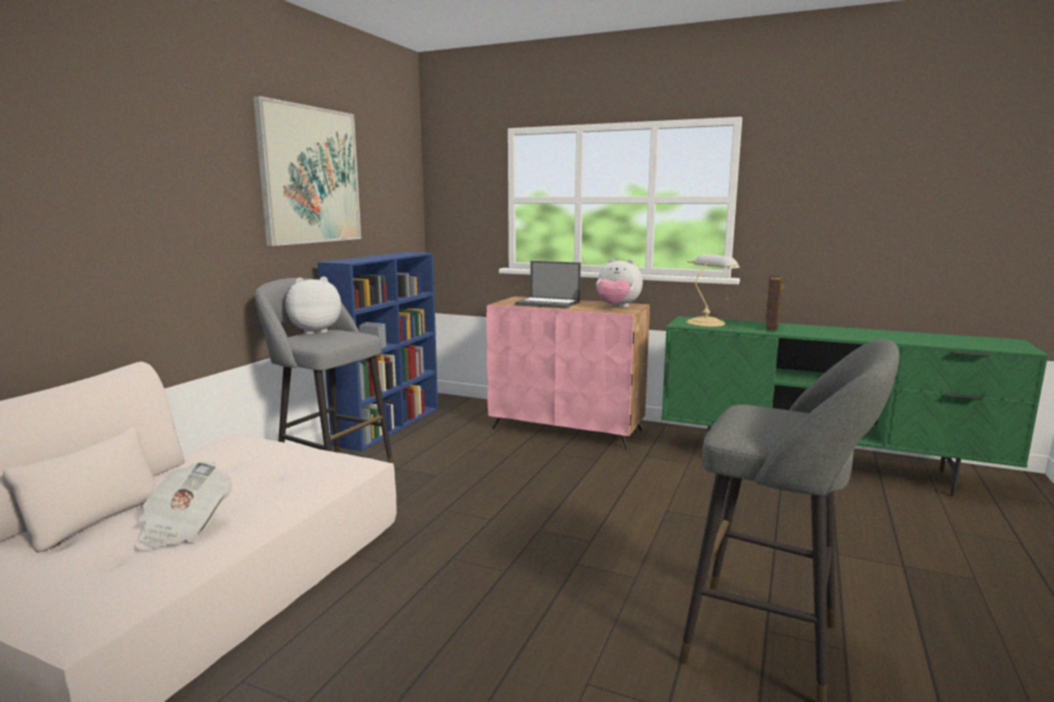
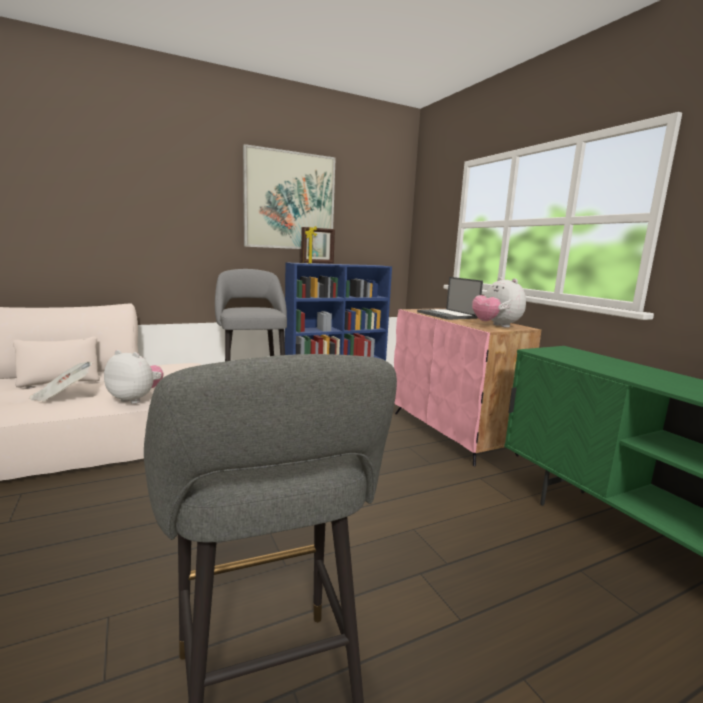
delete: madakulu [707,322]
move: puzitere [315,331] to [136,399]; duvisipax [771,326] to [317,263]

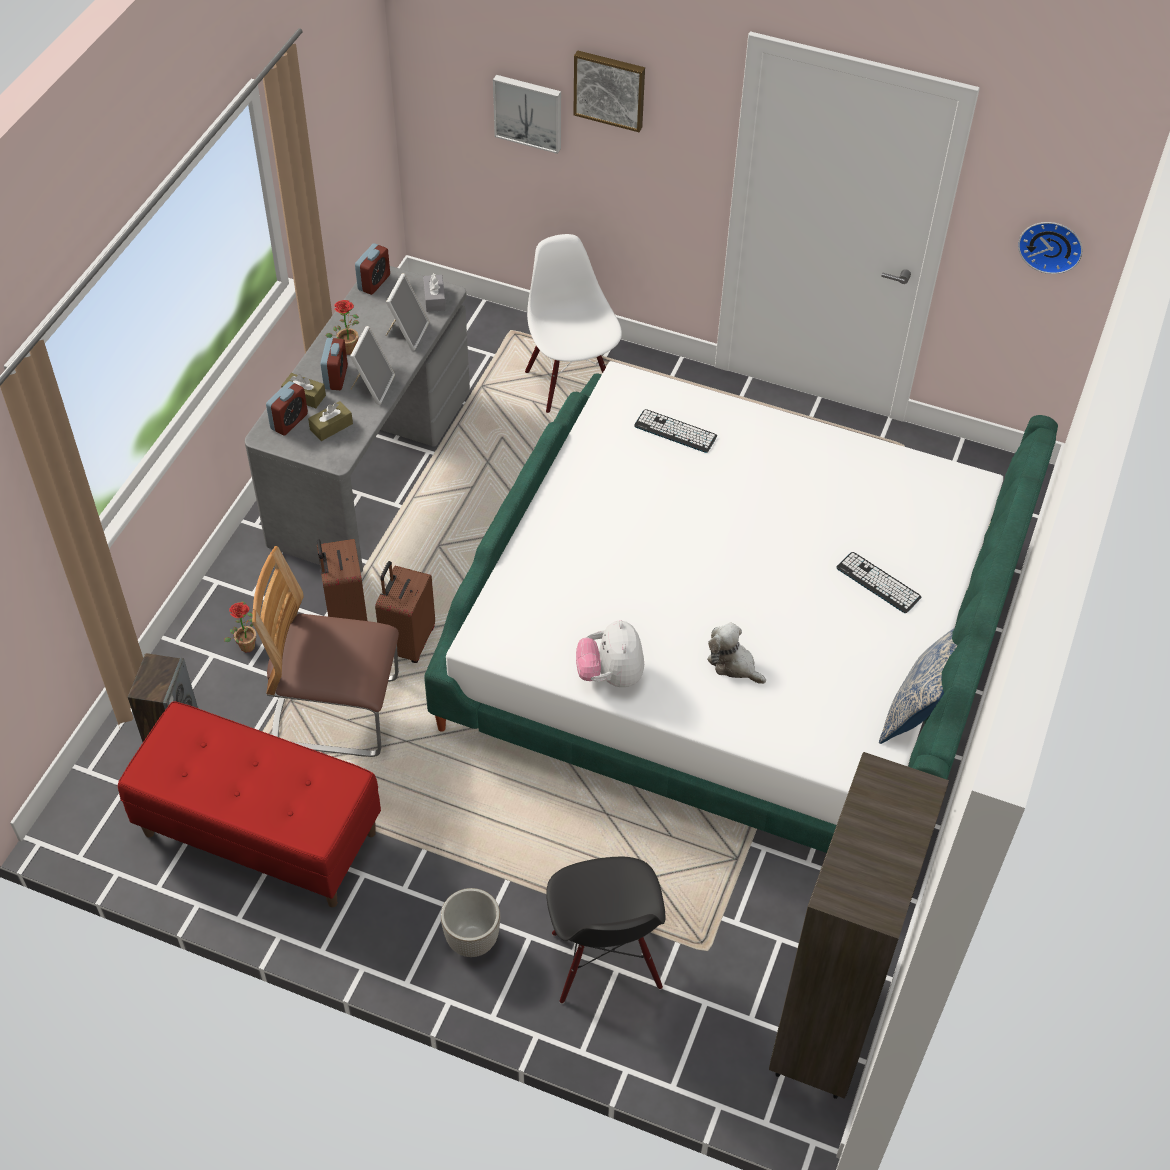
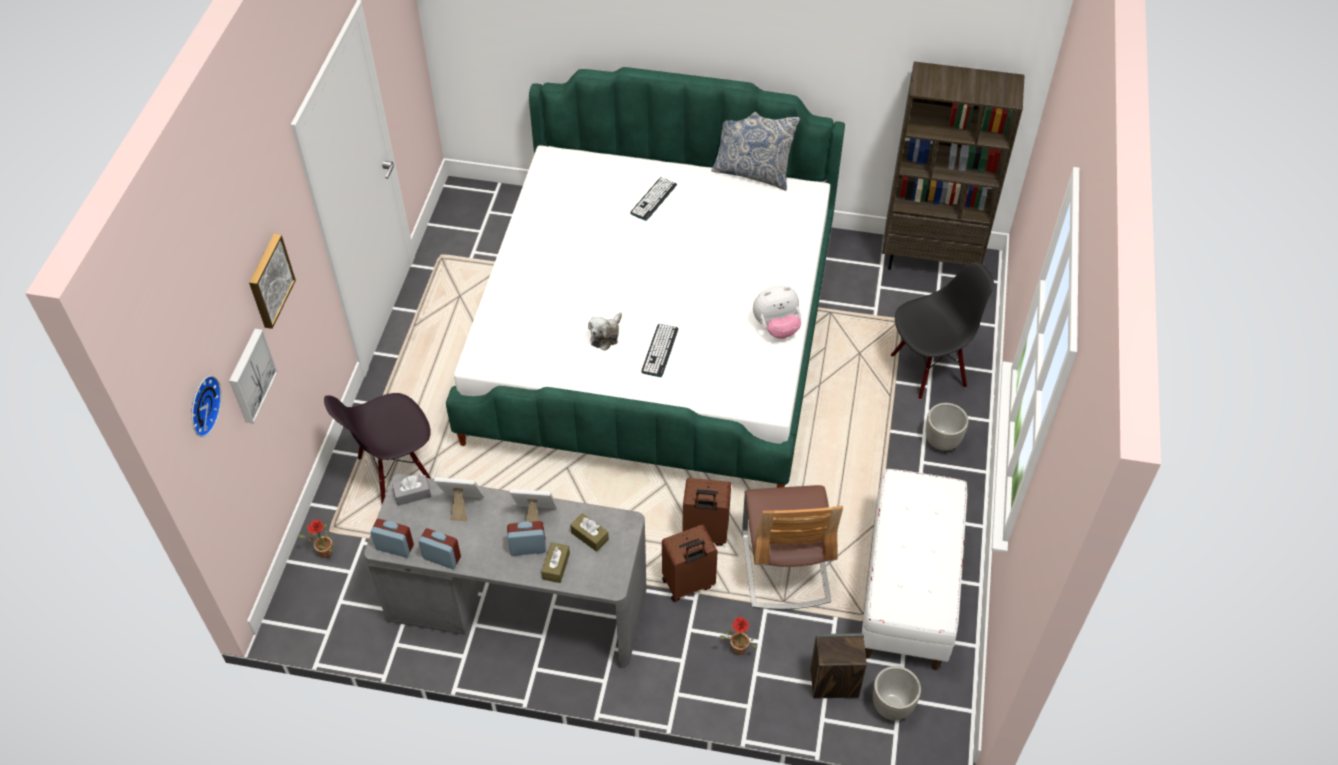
insert: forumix [891,707]
move: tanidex [289,421] to [442,558]; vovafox [348,347] to [323,553]; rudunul [675,431] to [660,350]; puzitere [733,664] to [606,335]; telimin [1051,244] to [201,405]
recolor: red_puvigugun [259,834] to white_puvigugun [908,590]; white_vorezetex [571,383] to black_vorezetex [395,473]

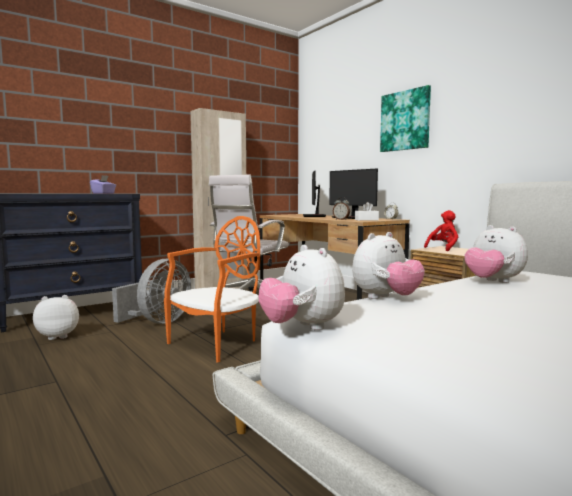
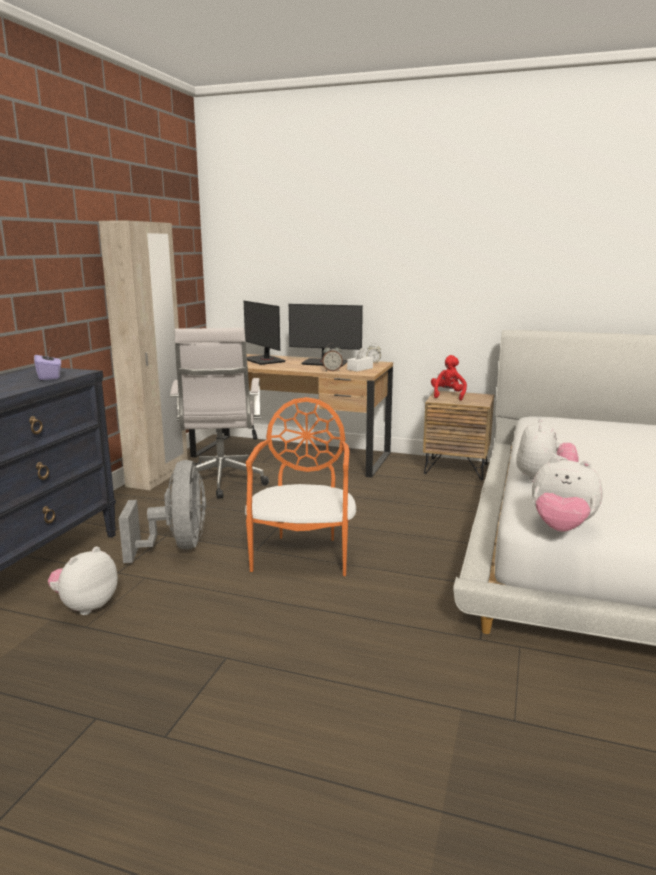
delete: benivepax [405,120]; puzitere [493,282]

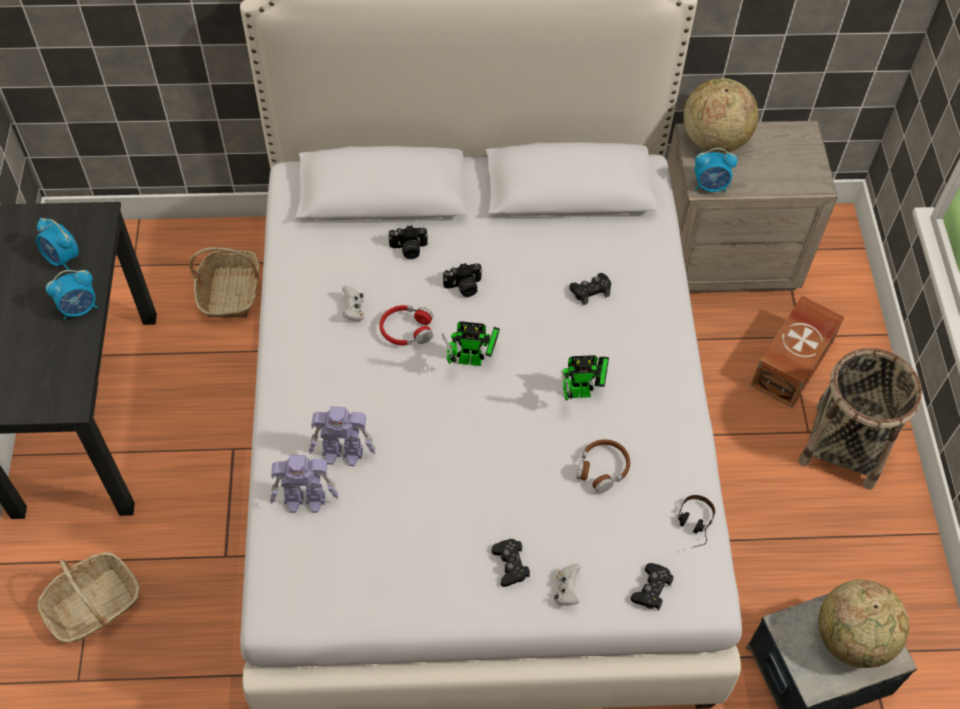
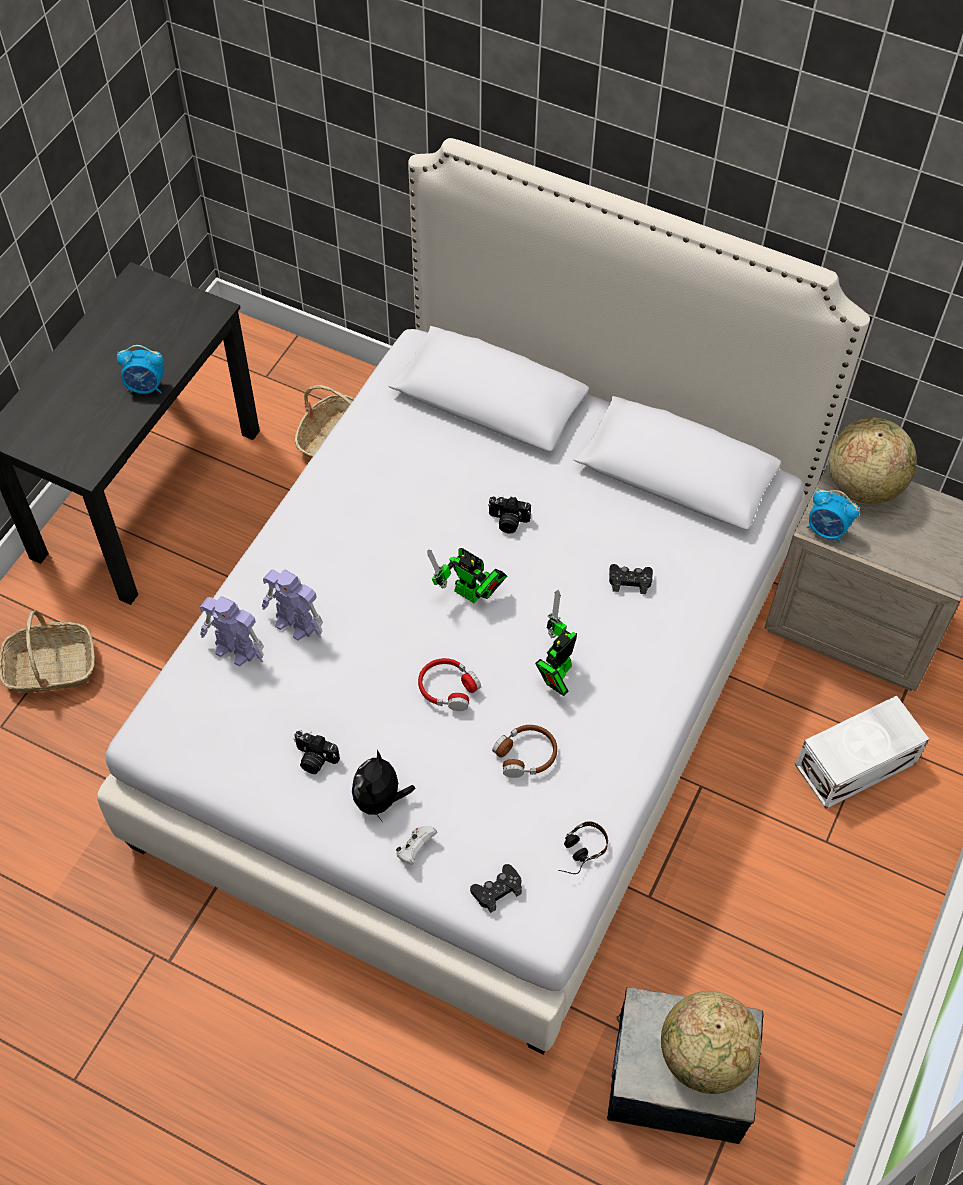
delete: tanidex [62,258]; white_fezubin [353,310]; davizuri [844,446]
move: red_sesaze [406,330] to [448,688]; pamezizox [408,249] to [314,759]
replace: black_fezubin [510,565] to puzitere [380,800]
recolor: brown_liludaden [793,363] to white_liludaden [857,765]
rotate: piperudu [583,392] = [556,674] 105 degrees clockwise

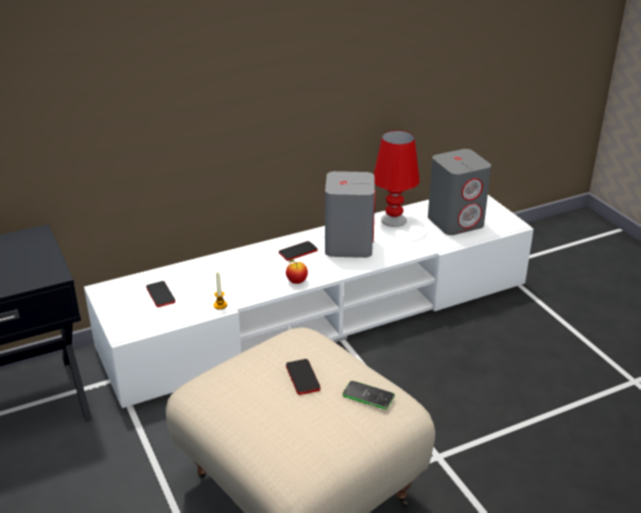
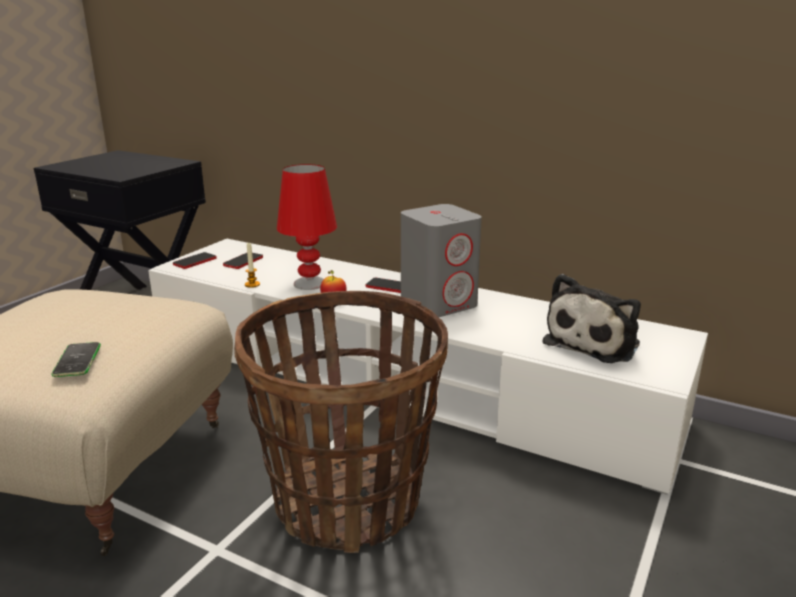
insert: davizuri [348,501]
move: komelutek [302,377] to [195,261]; red_madakulu [394,220] to [310,284]
replace: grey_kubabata [456,222] to puzitere [595,342]

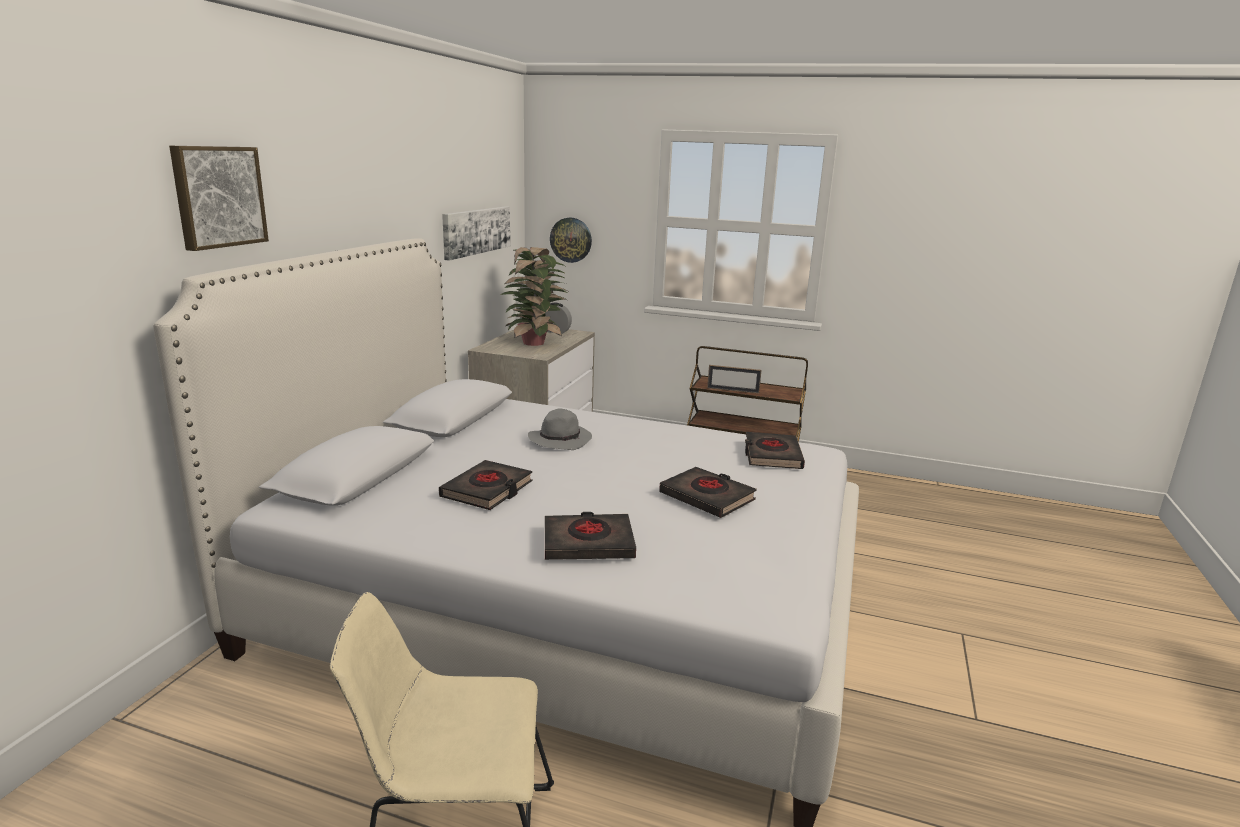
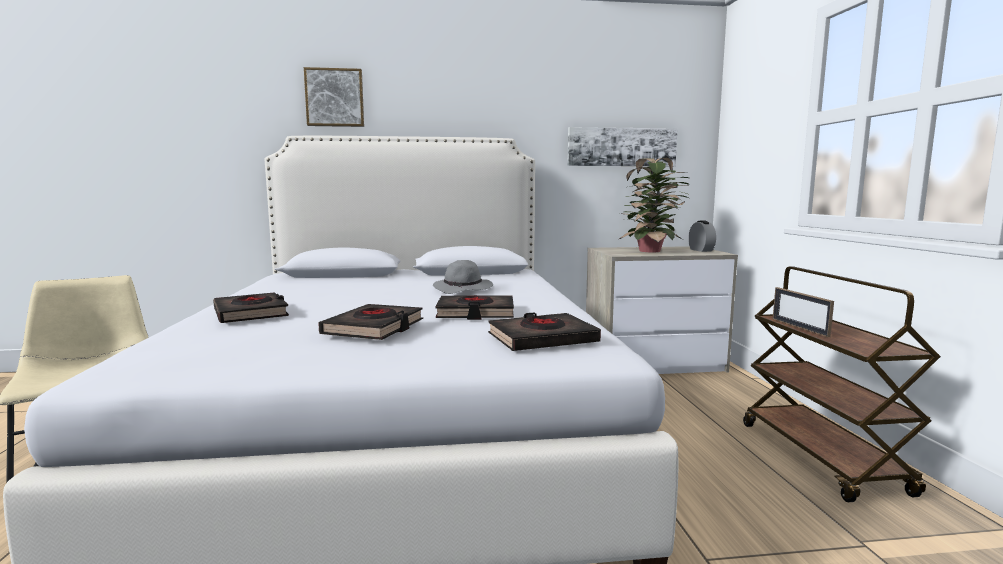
delete: telimin [571,240]
move: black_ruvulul [487,490] to [475,313]

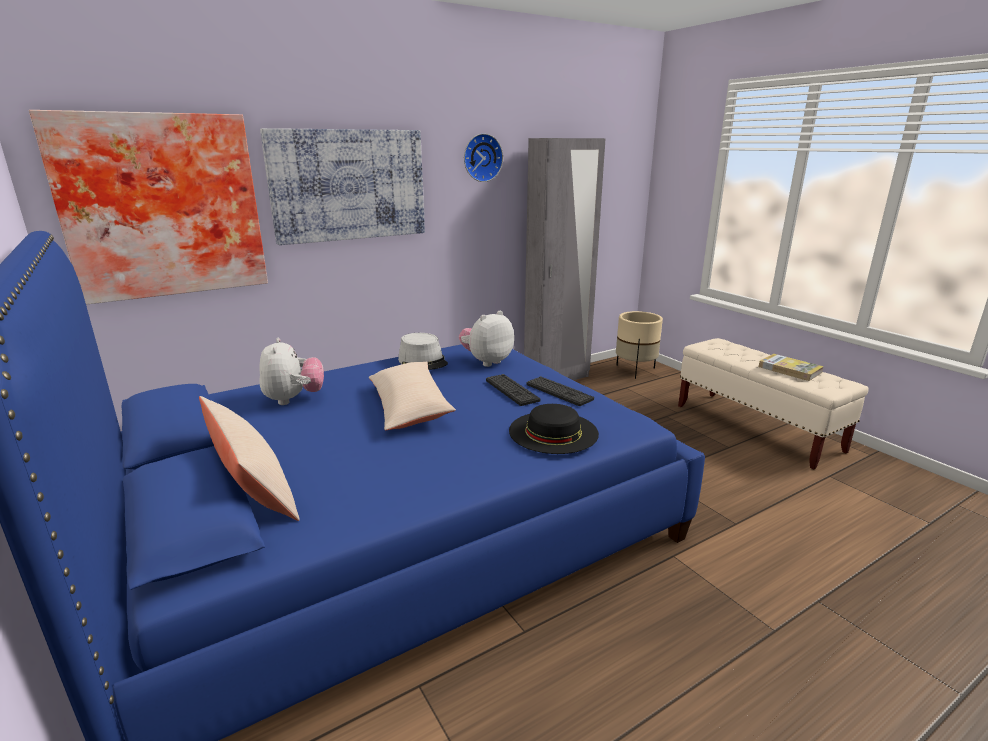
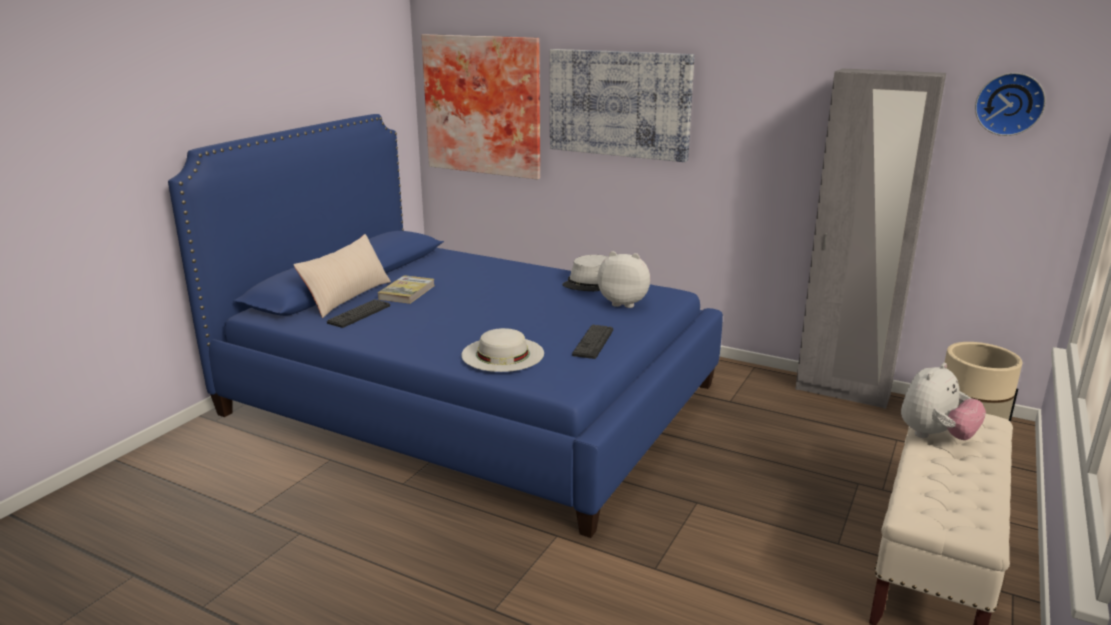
delete: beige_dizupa [409,406]
move: puzitere [294,399] to [935,436]; telimin [481,158] to [1009,104]; rudunul [512,390] to [359,314]; ruvulul [789,369] to [407,292]
recolor: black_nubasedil [553,432] to white_nubasedil [503,354]

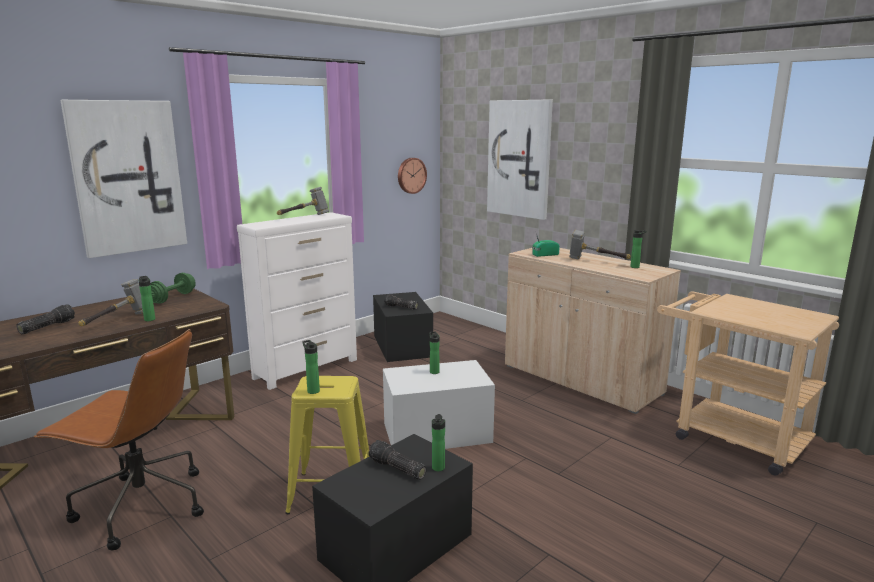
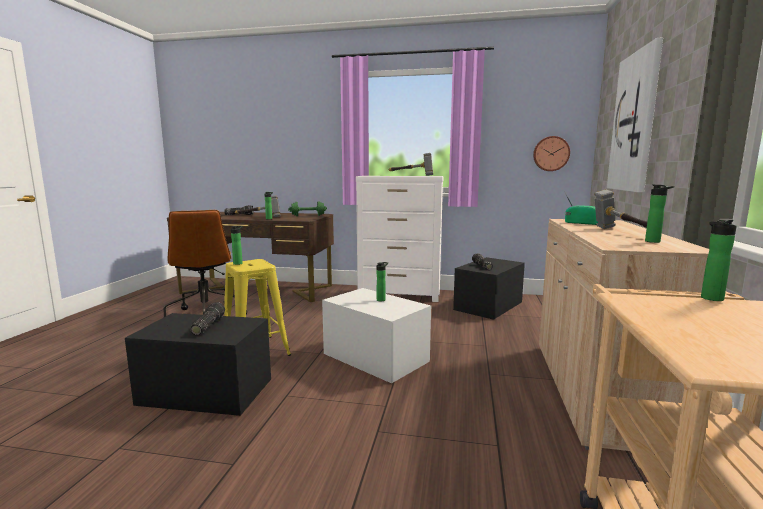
delete: benivepax [127,177]
move: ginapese [438,469] to [710,299]

